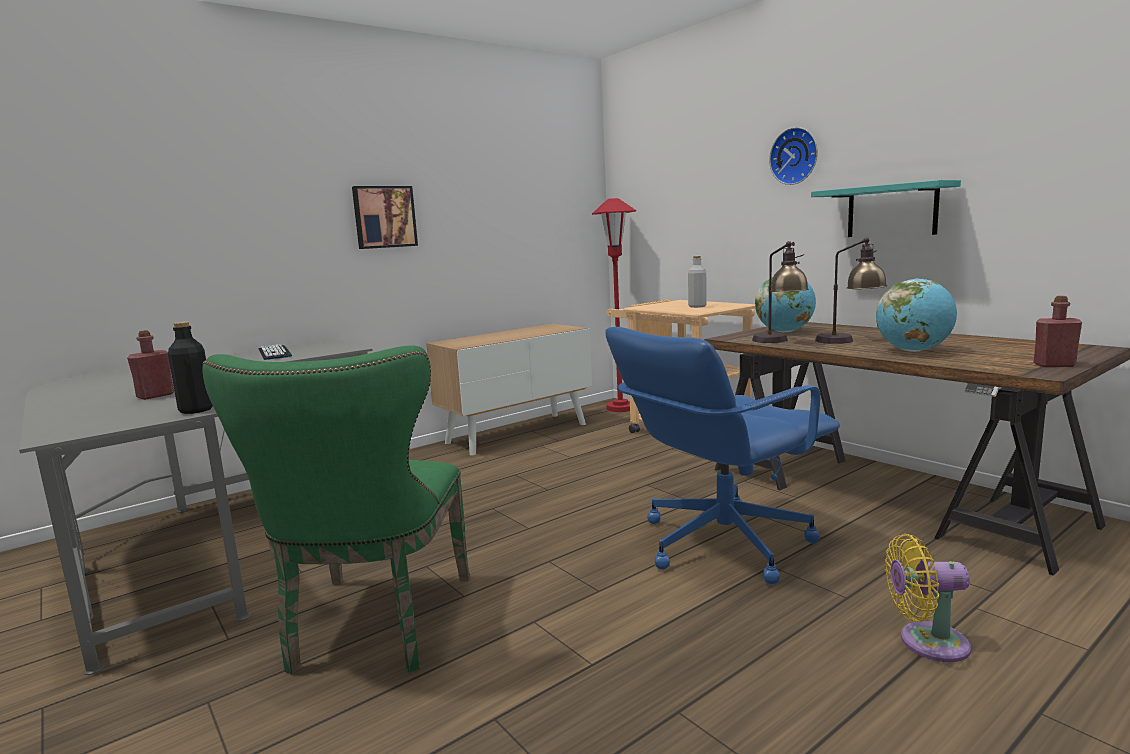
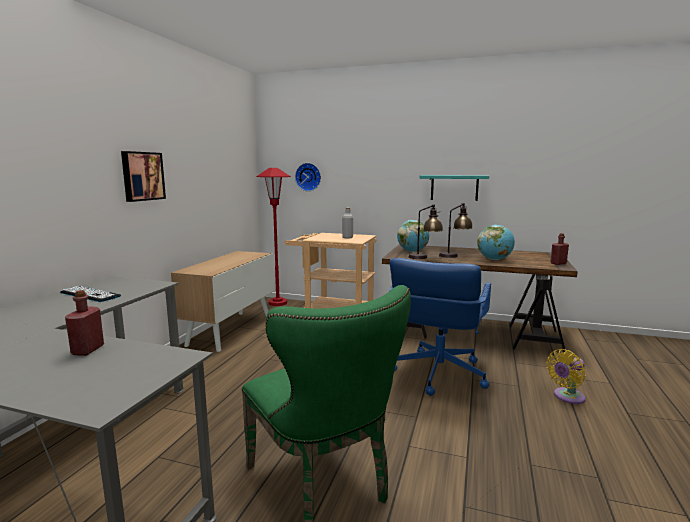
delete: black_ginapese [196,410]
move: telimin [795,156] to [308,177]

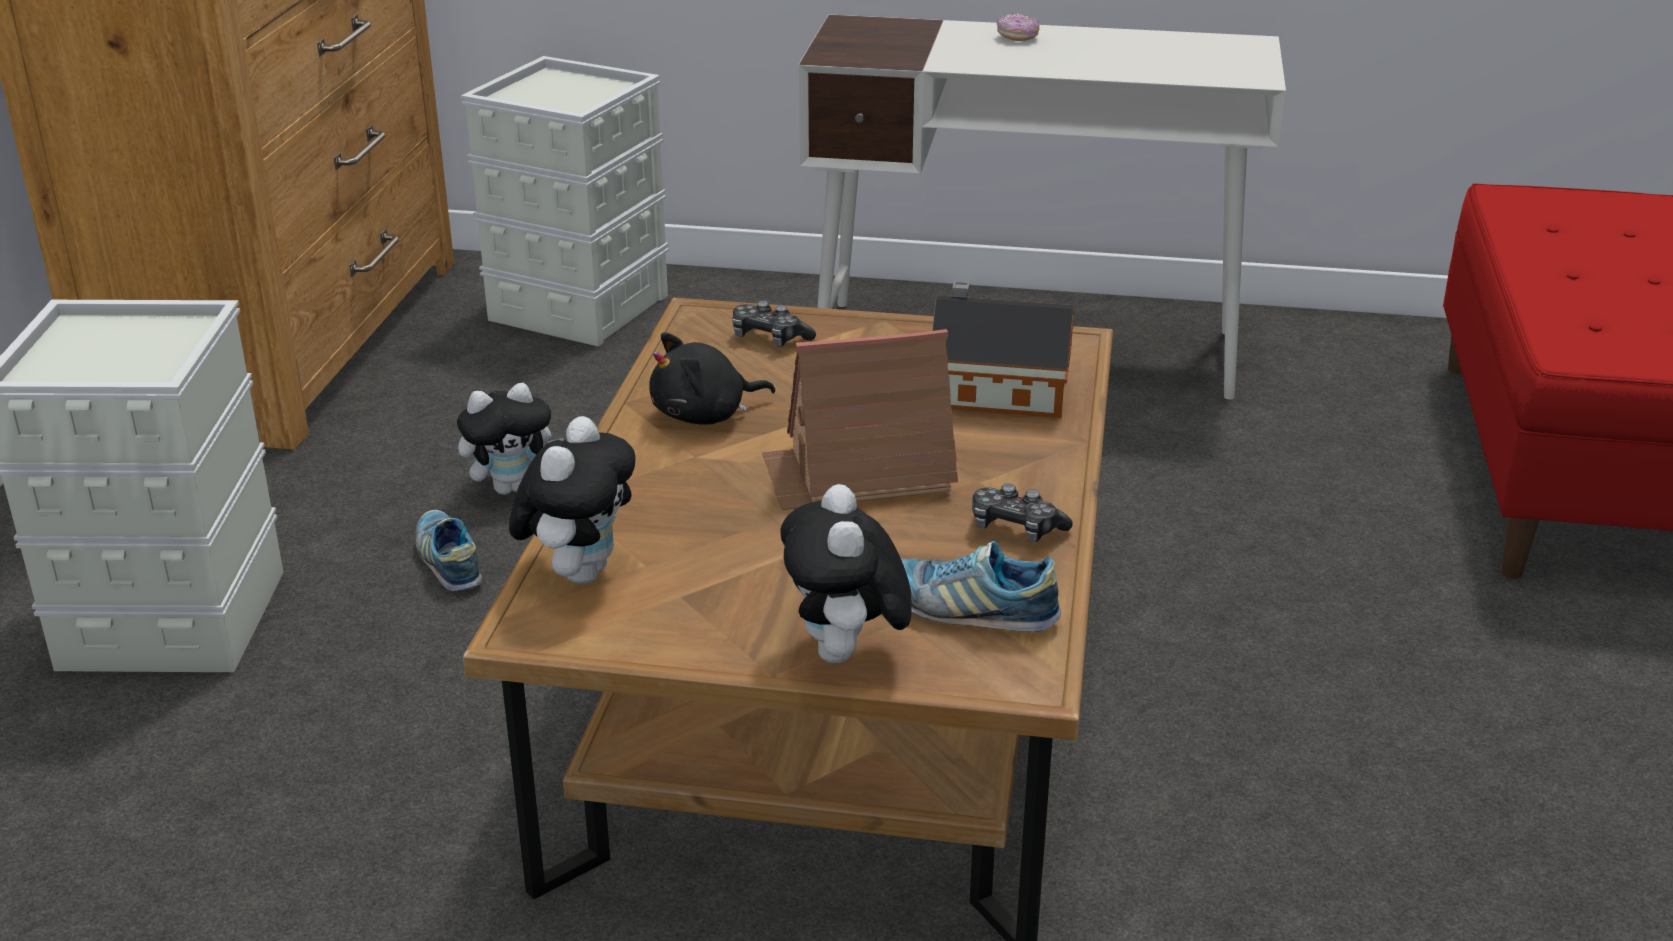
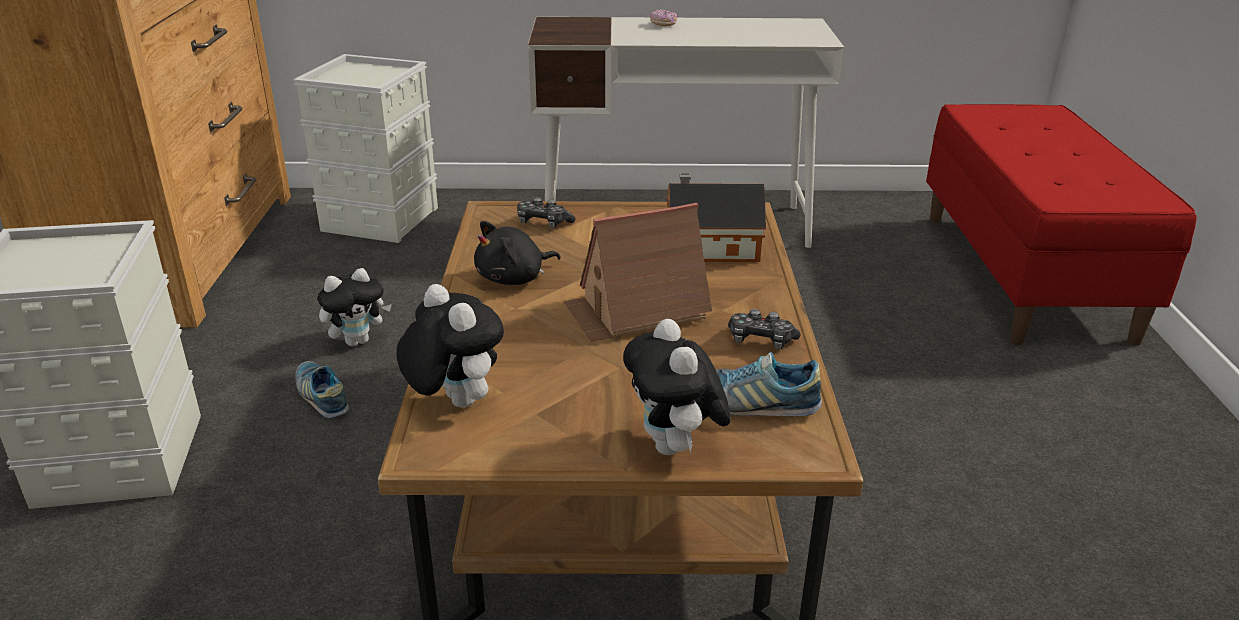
rotate: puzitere [579,572] = [453,402] 45 degrees counterclockwise

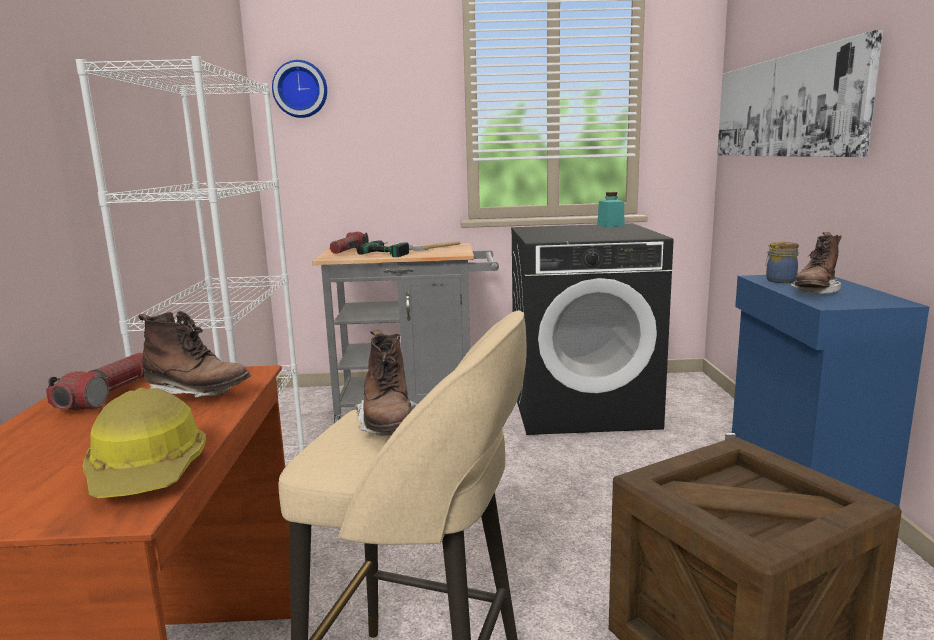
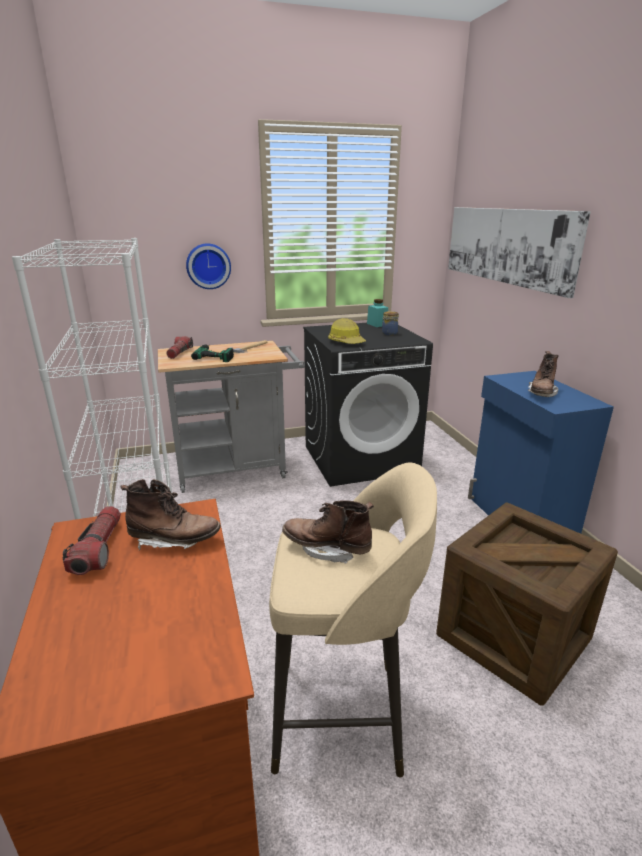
move: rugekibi [148,472] to [346,342]; telimin [300,89] to [208,266]; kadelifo [779,280] to [389,333]
rotate: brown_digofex [388,426] = [327,549] 135 degrees clockwise

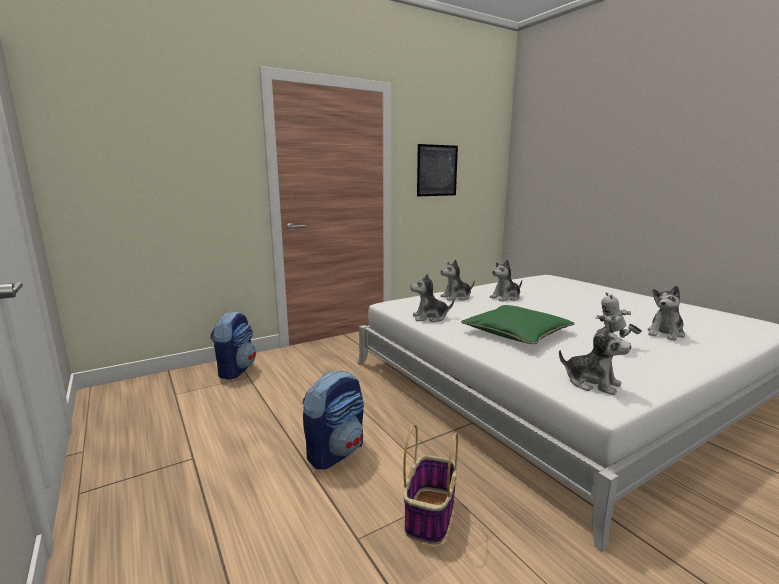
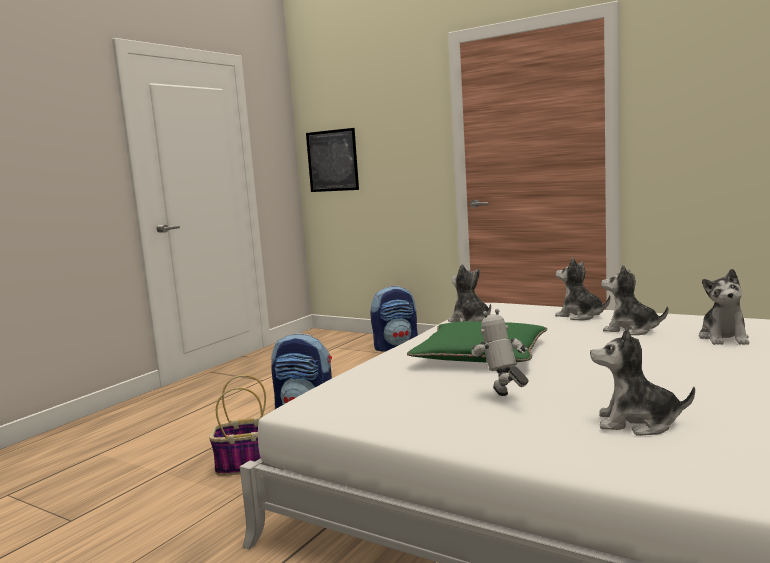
move: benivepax [437,170] to [332,160]; puzitere [592,383] to [724,338]

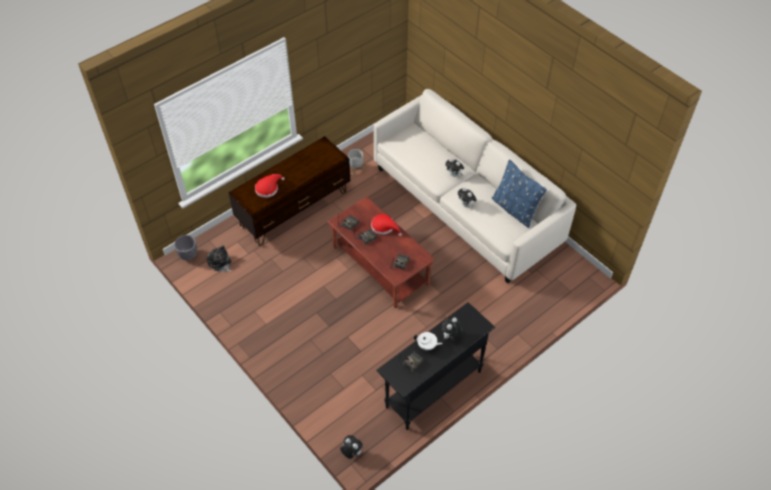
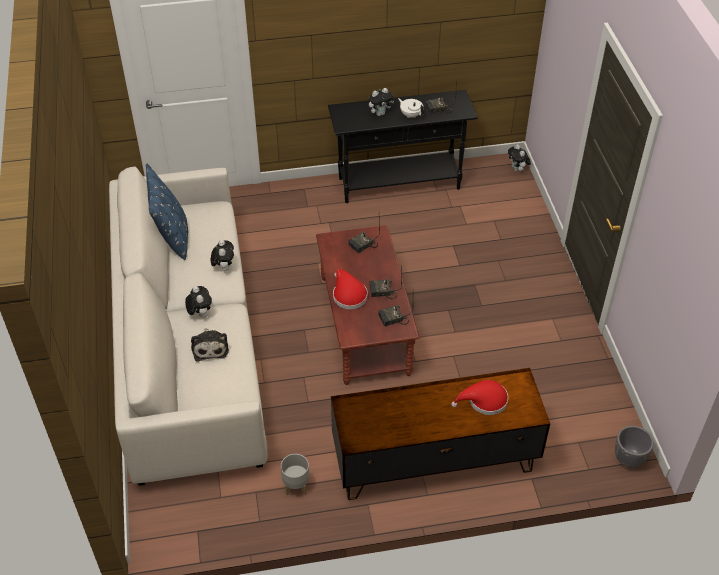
move: puzitere [220,263] to [210,347]

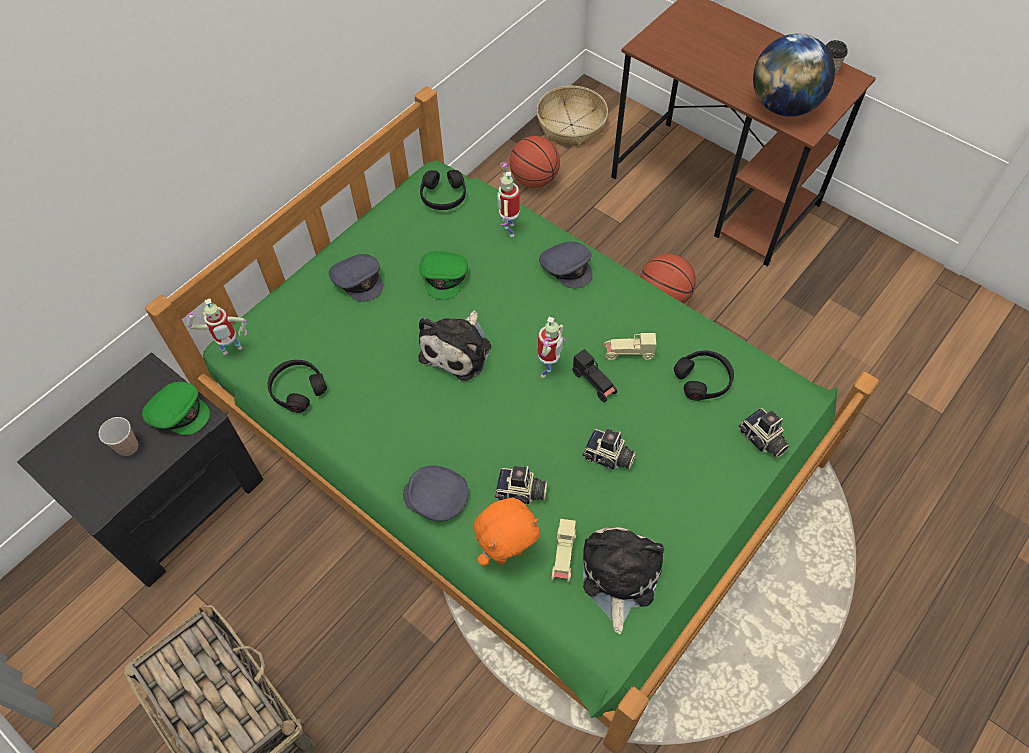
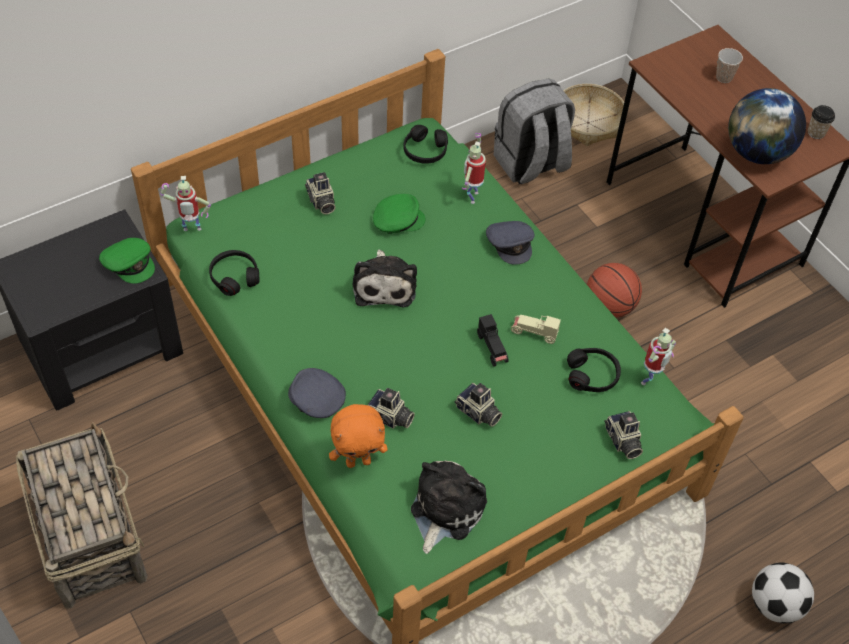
delete: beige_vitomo [564,557]
insert: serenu [775,605]
move: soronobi [128,447] to [724,77]; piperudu [548,371] to [649,380]
replace: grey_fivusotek [358,280] to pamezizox [321,202]; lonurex [534,180] to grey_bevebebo [530,164]
rotate: puzitere [458,349] = [384,285] 45 degrees counterclockwise; green_fivusotek [444,276] = [397,220] 120 degrees counterclockwise

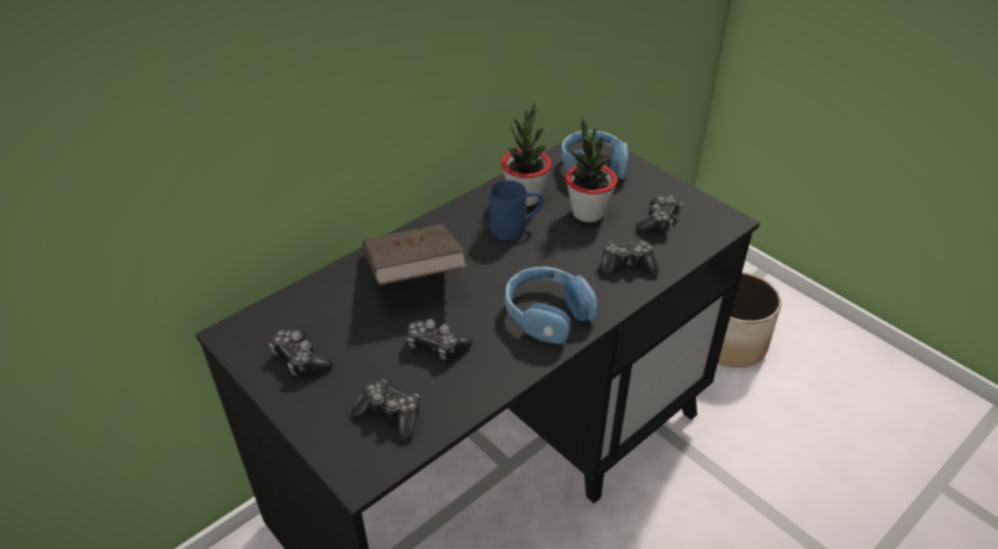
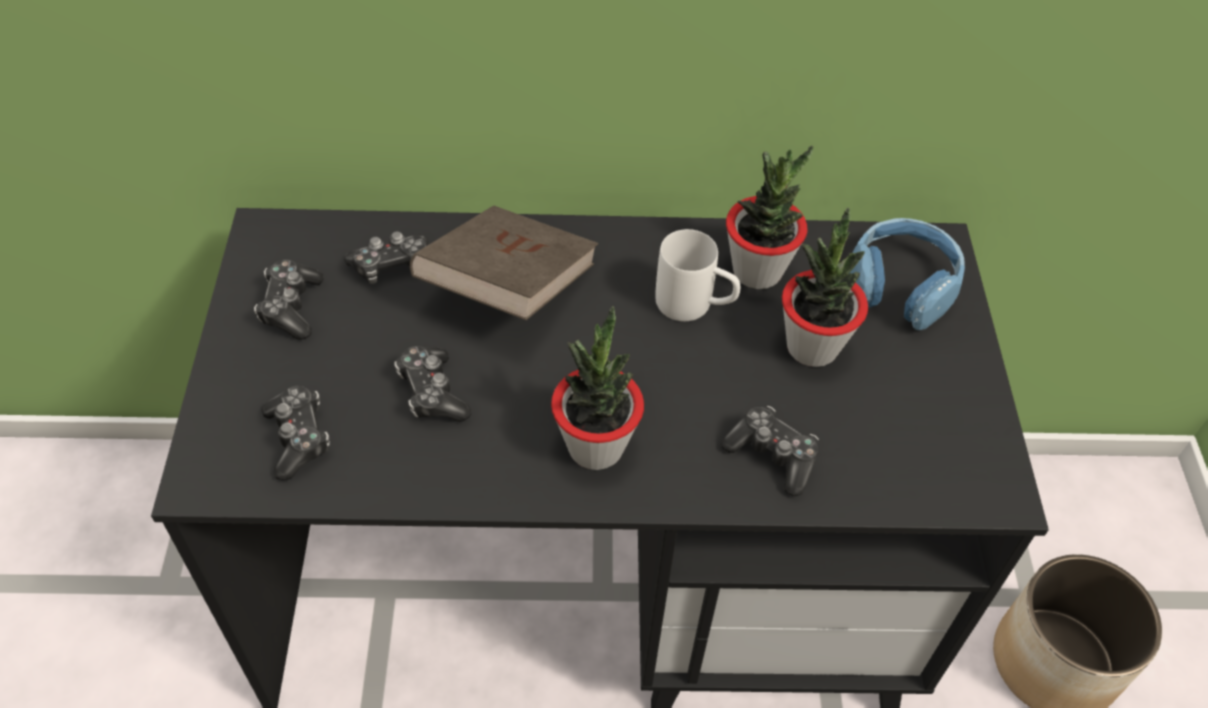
move: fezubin [658,221] to [391,266]
replace: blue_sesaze [547,314] to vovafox [595,446]
recolor: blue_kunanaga [516,228] to white_kunanaga [695,306]

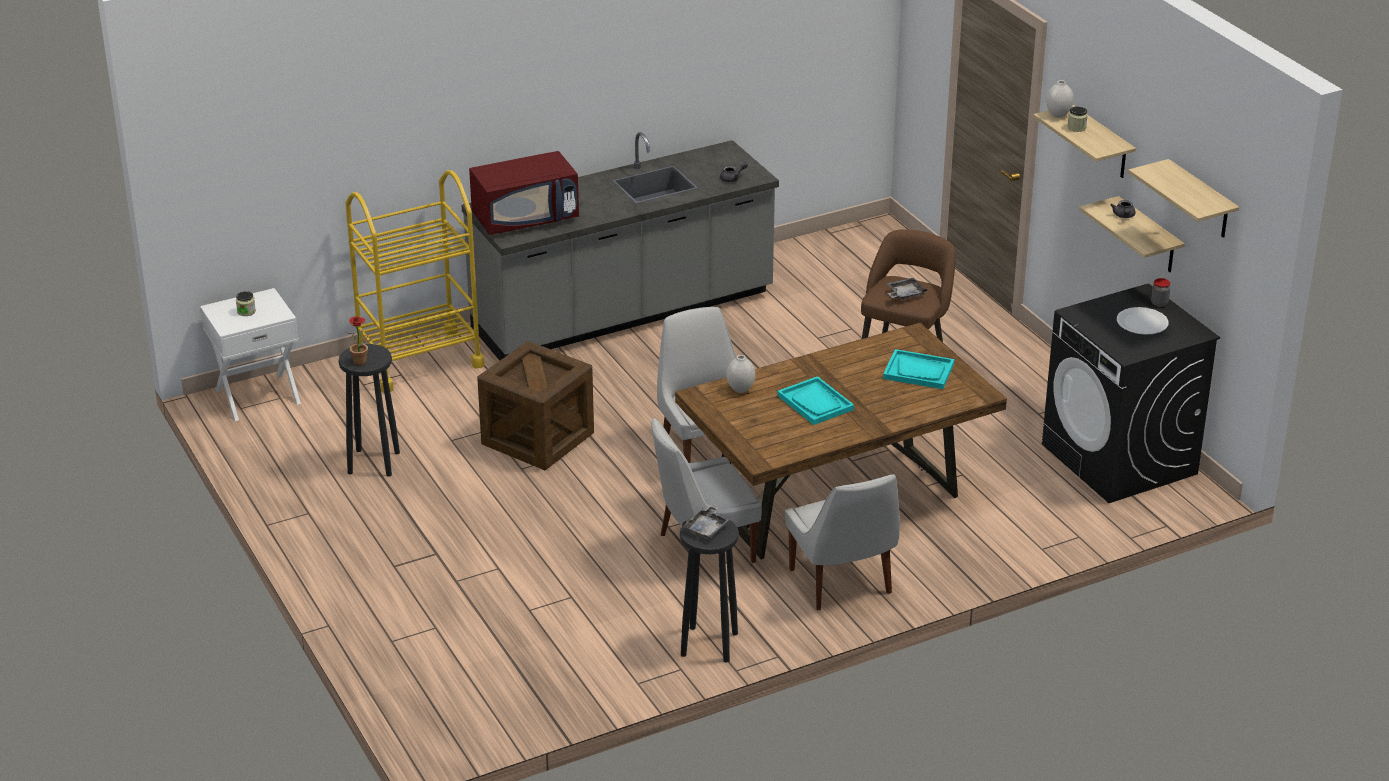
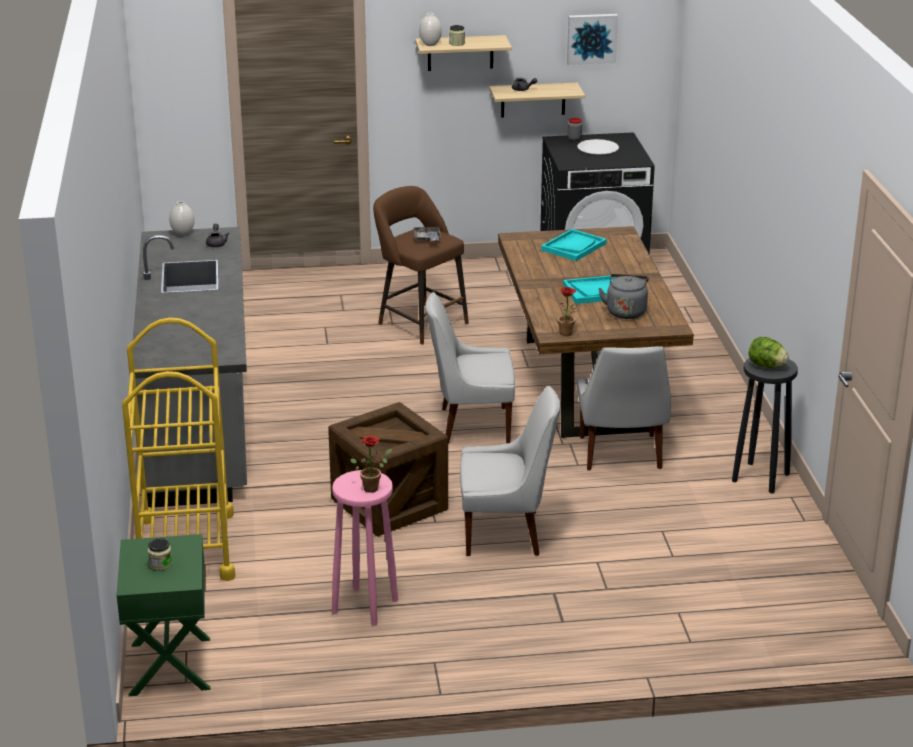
delete: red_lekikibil [526,218]
insert: vovafox [568,334]; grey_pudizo [626,311]
move: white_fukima [740,389] to [182,233]; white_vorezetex [842,584] to [506,533]
replace: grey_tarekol [707,528] to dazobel [766,366]; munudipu [1201,200] to benivepax [591,38]
recolor: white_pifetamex [257,396] to green_pifetamex [168,666]; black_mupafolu [374,463] to pink_mupafolu [365,606]

